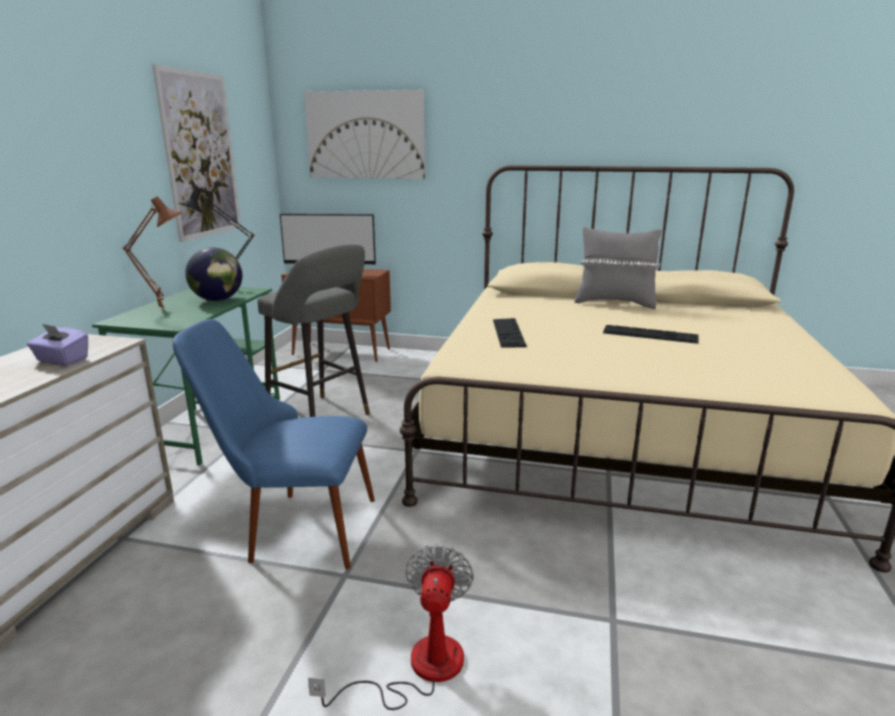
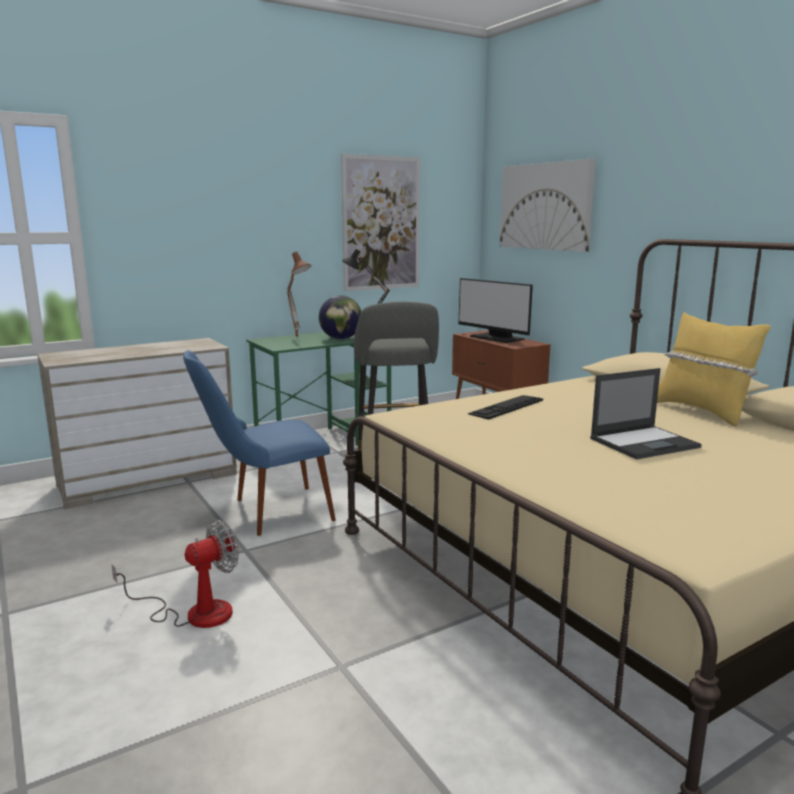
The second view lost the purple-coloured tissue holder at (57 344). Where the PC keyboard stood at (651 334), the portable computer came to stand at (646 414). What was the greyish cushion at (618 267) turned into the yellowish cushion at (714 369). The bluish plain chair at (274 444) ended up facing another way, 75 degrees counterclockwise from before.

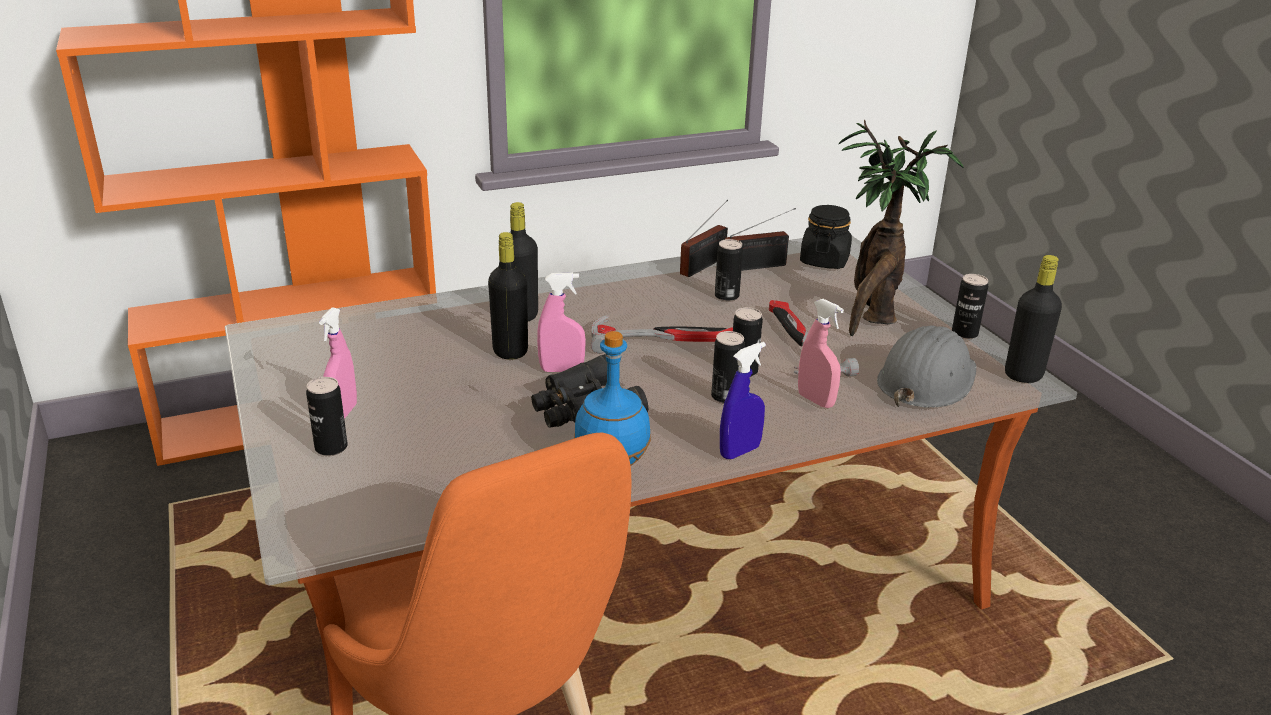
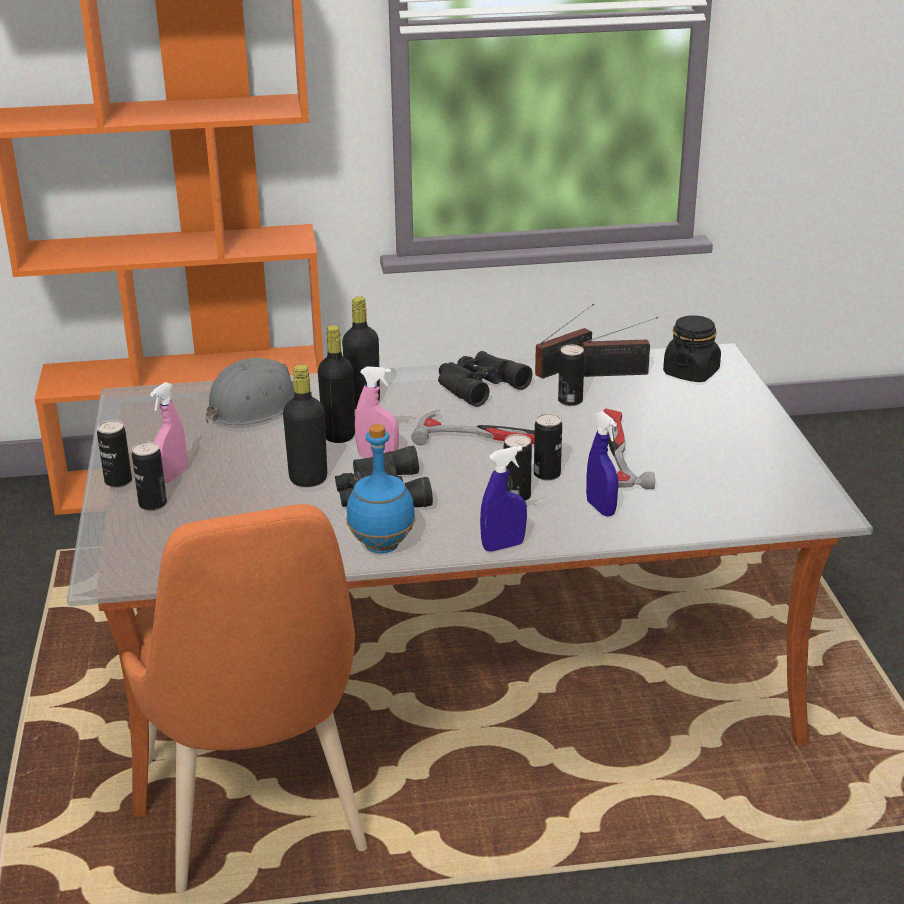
The second view lost the potted plant at (901 227). The second view gained the black field glasses at (485 379). The greyish work helmet ended up elsewhere, having gone from (926 366) to (259 391). The can ended up elsewhere, having gone from (970 306) to (114 453). The black bottle ended up elsewhere, having gone from (1033 319) to (305 426). What was the pink-coloured hand sprayer at (821 353) turned into the bluish hand sprayer at (602 464).

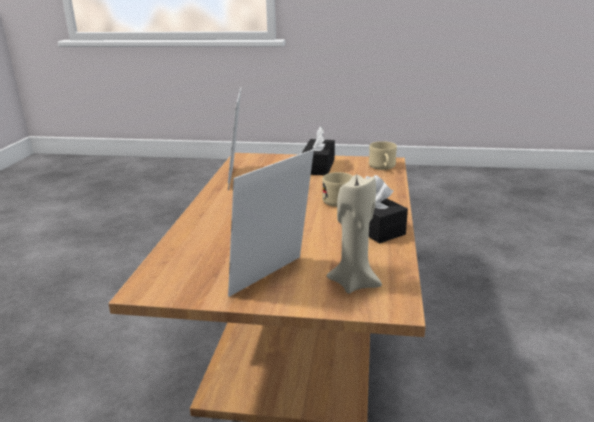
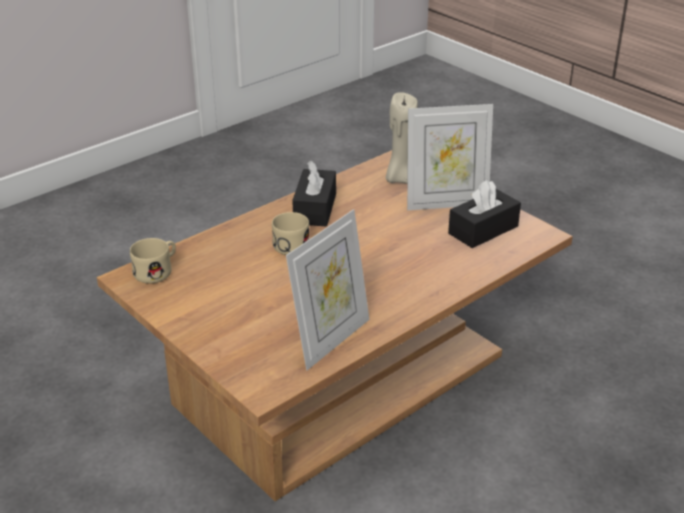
The black tissue holder ended up elsewhere, having gone from (318 150) to (484 214).

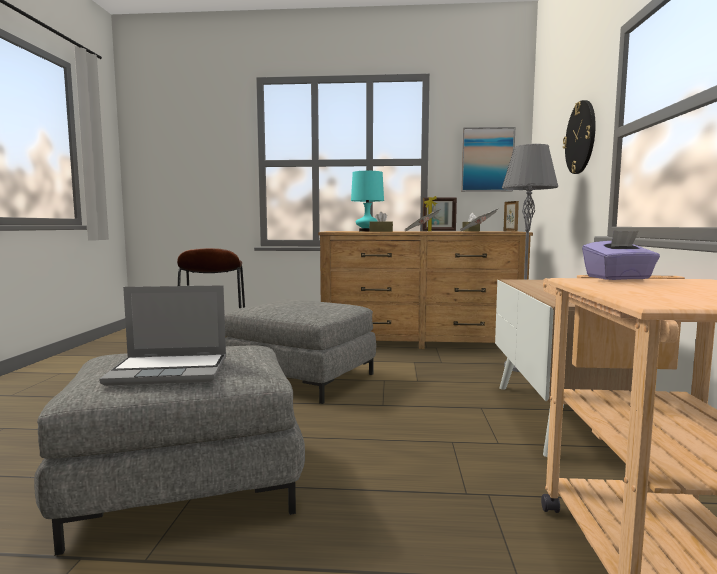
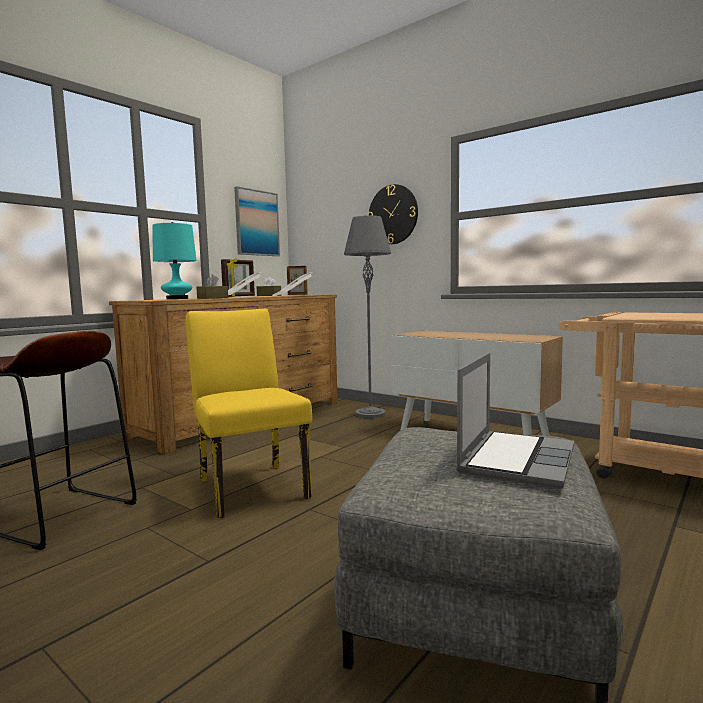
The second view lost the purple-coloured tissue holder at (621 255). Where the greyish ottoman stood at (300 351), the yellowish plain chair came to stand at (248 414).

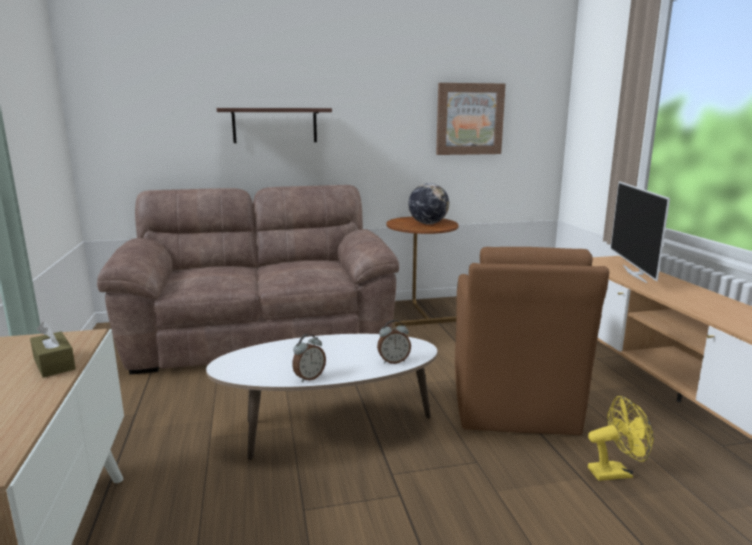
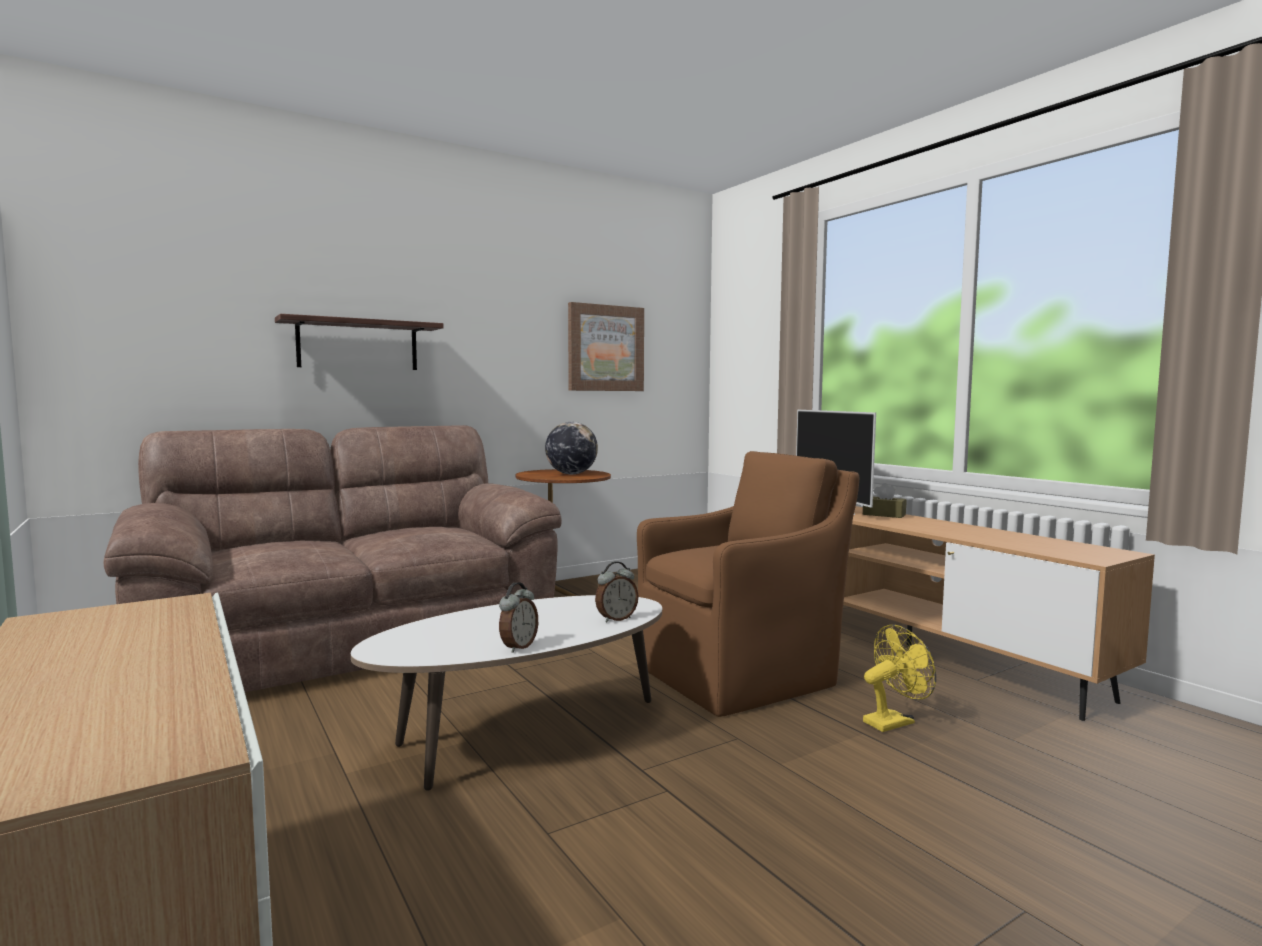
The brown tissue holder ended up elsewhere, having gone from (53 350) to (884 500). The brown lounge chair at (532 341) ended up facing another way, 105 degrees counterclockwise from before.

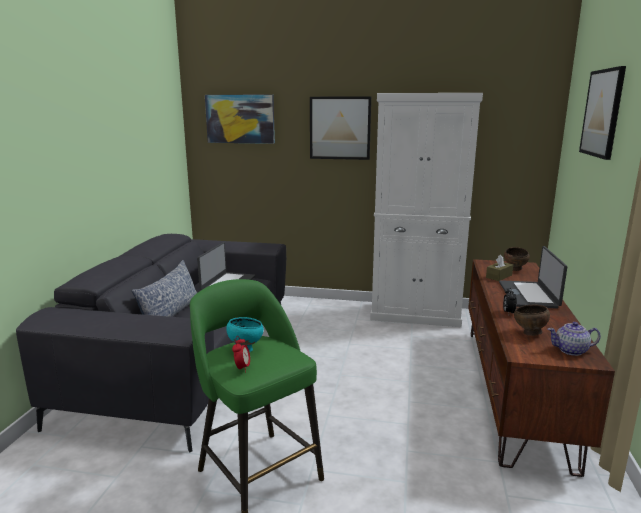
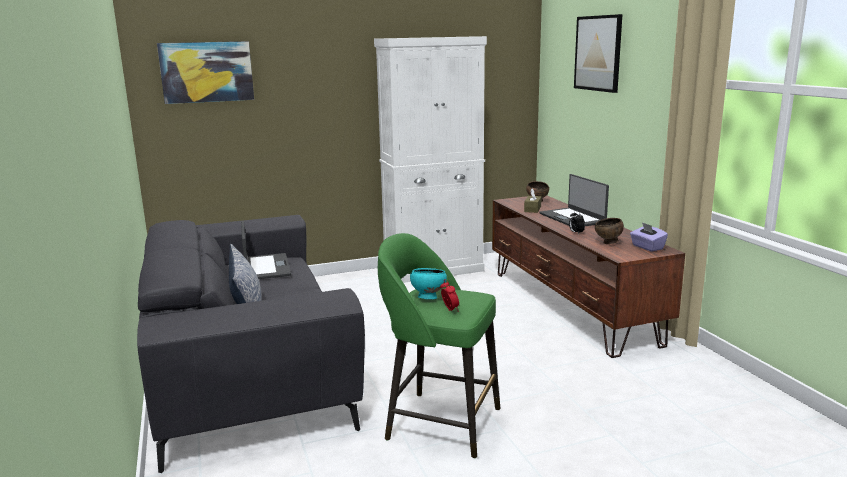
The second view lost the picture at (340 128). Where the tea pot stood at (574 339), the purple-coloured tissue holder came to stand at (649 237).

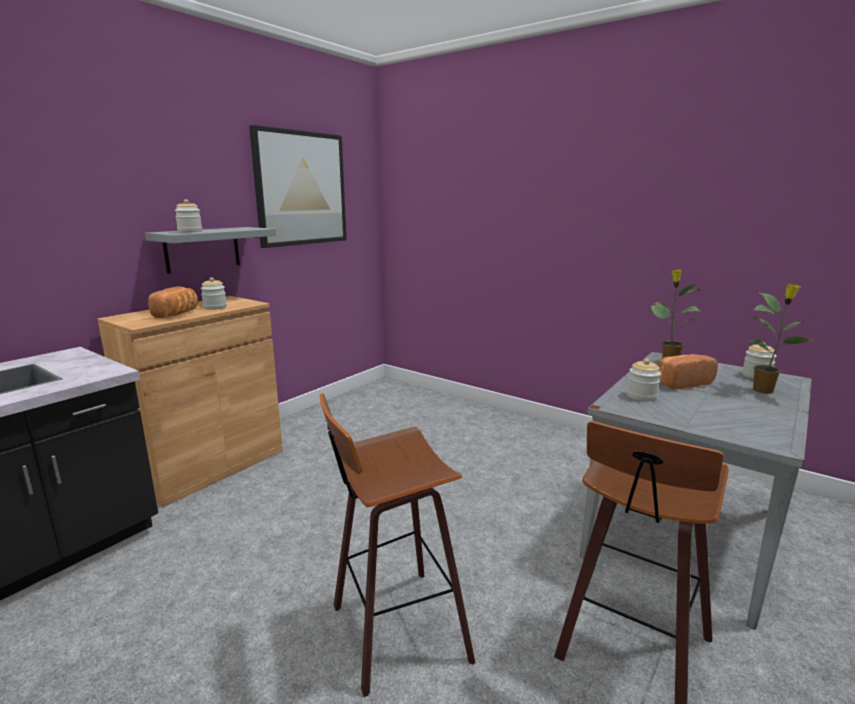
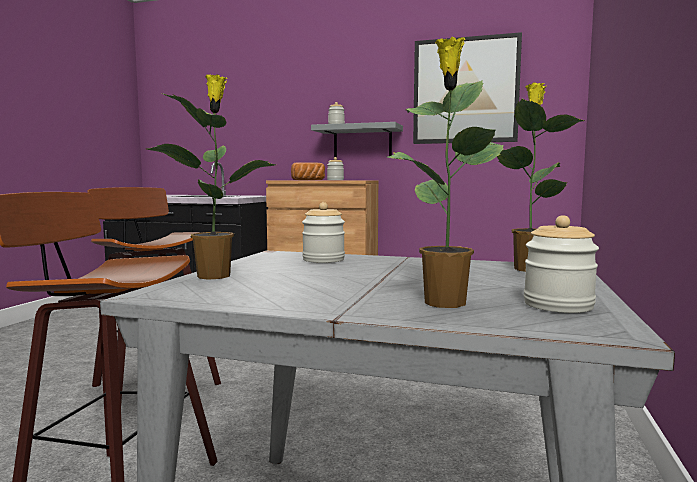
The second view lost the baked bread at (687 371). The second view gained the potted plant at (211 177).

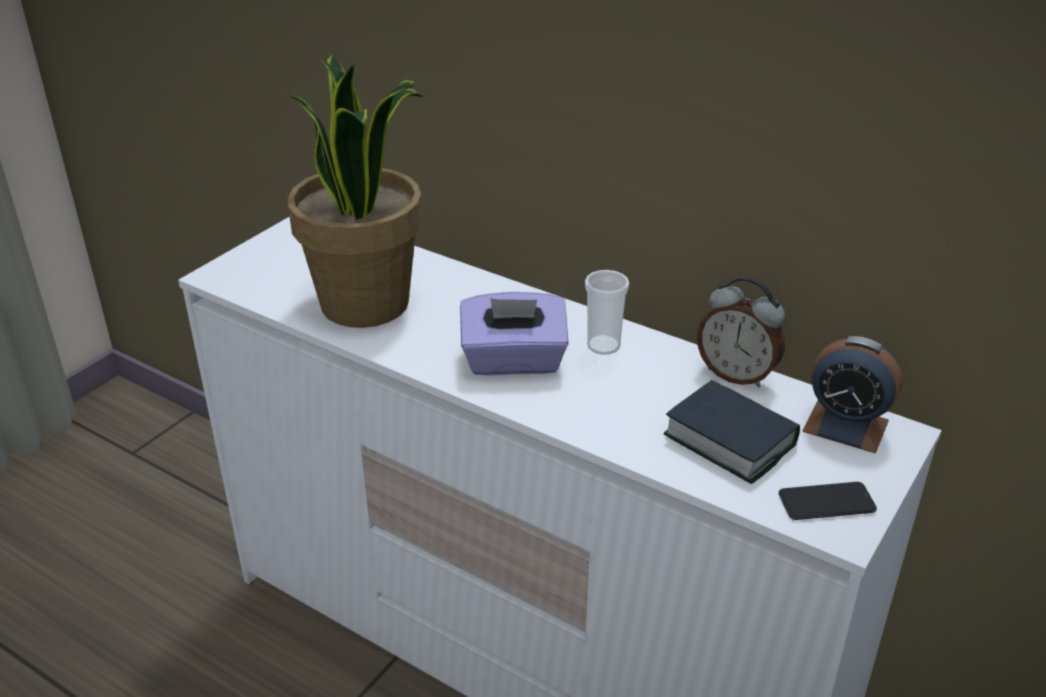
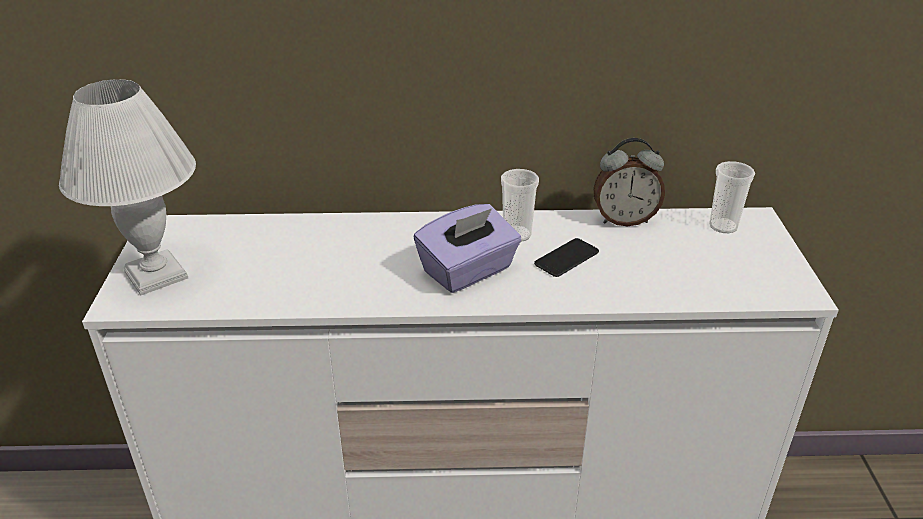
The second view lost the potted plant at (355 191). The second view lost the volume at (732 432). The second view gained the white-coloured table lamp at (127 187). The phone ended up elsewhere, having gone from (828 501) to (566 257). Where the table clock stood at (852 395), the drinking cup came to stand at (732 197).

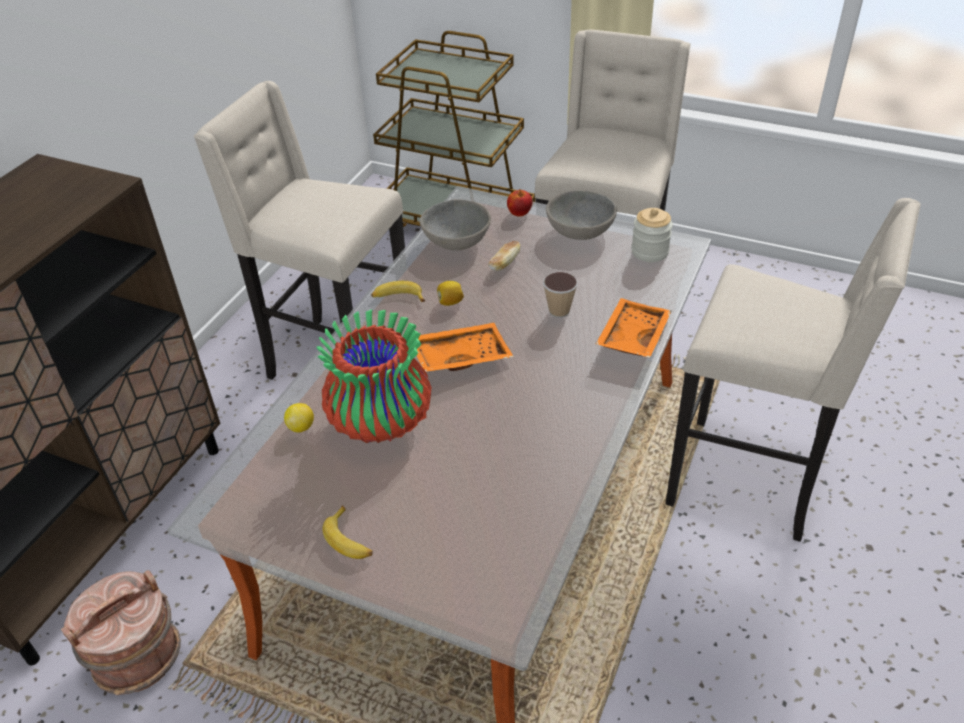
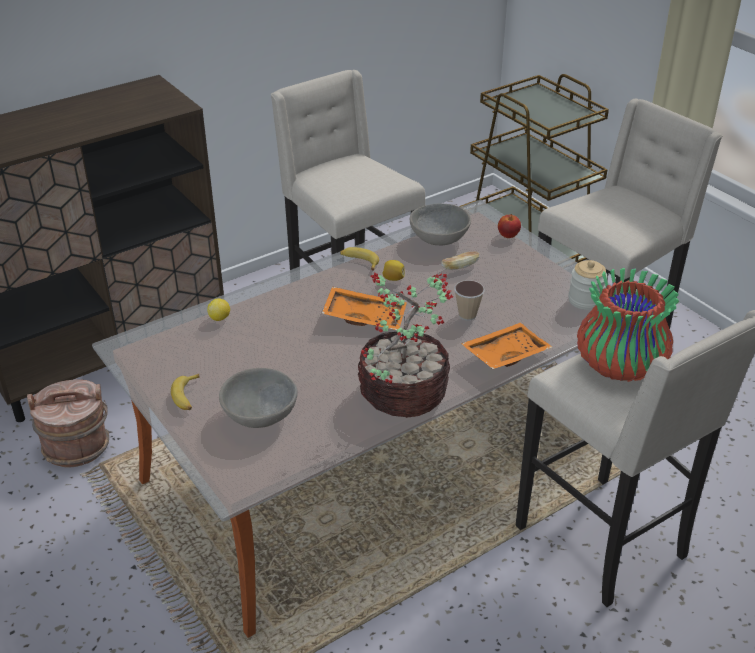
The second view gained the potted plant at (405 345). The flower vase ended up elsewhere, having gone from (374 376) to (628 325). The greyish bowl ended up elsewhere, having gone from (581 215) to (258 398).

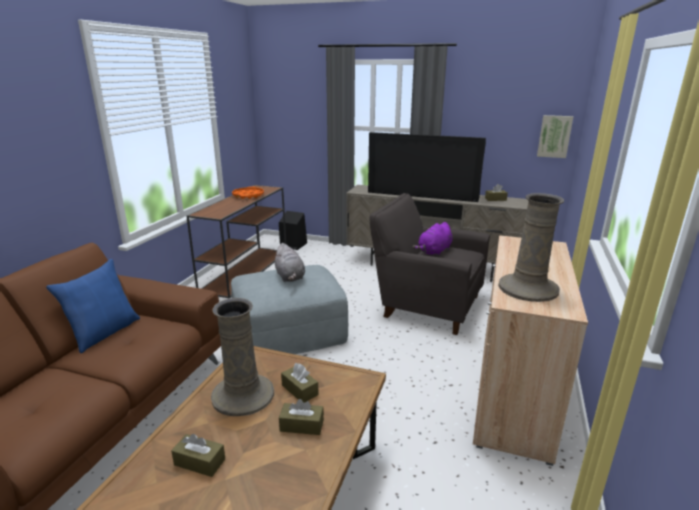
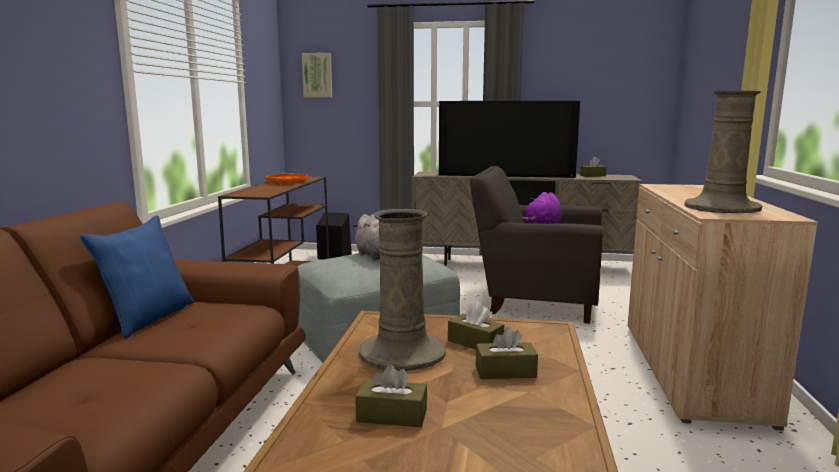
The picture ended up elsewhere, having gone from (555 136) to (317 75).

